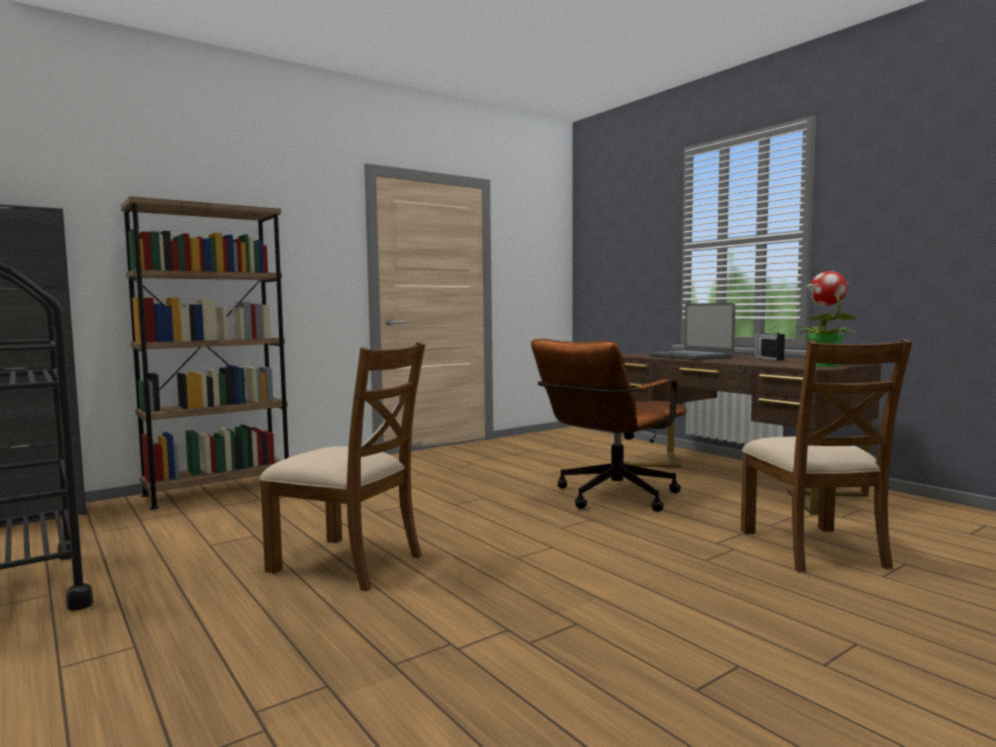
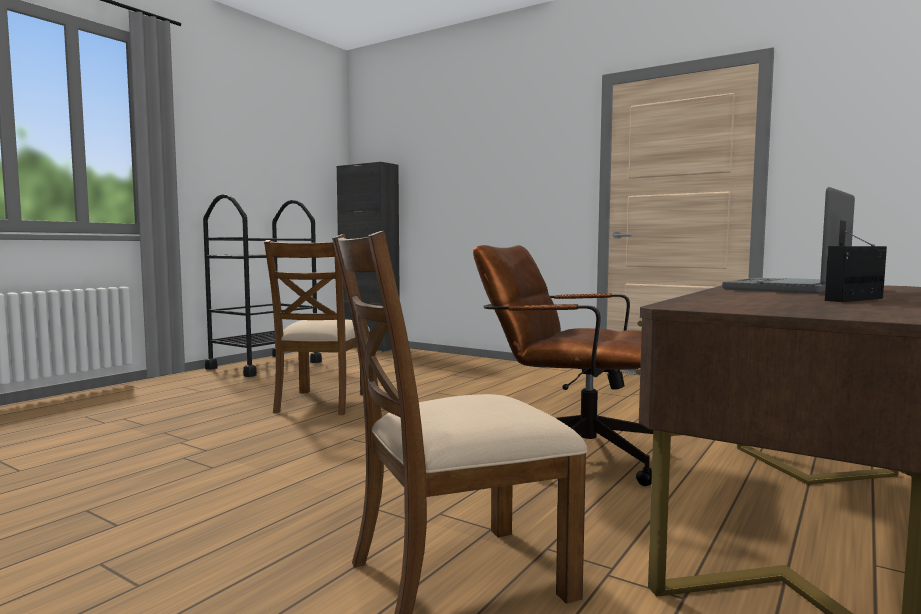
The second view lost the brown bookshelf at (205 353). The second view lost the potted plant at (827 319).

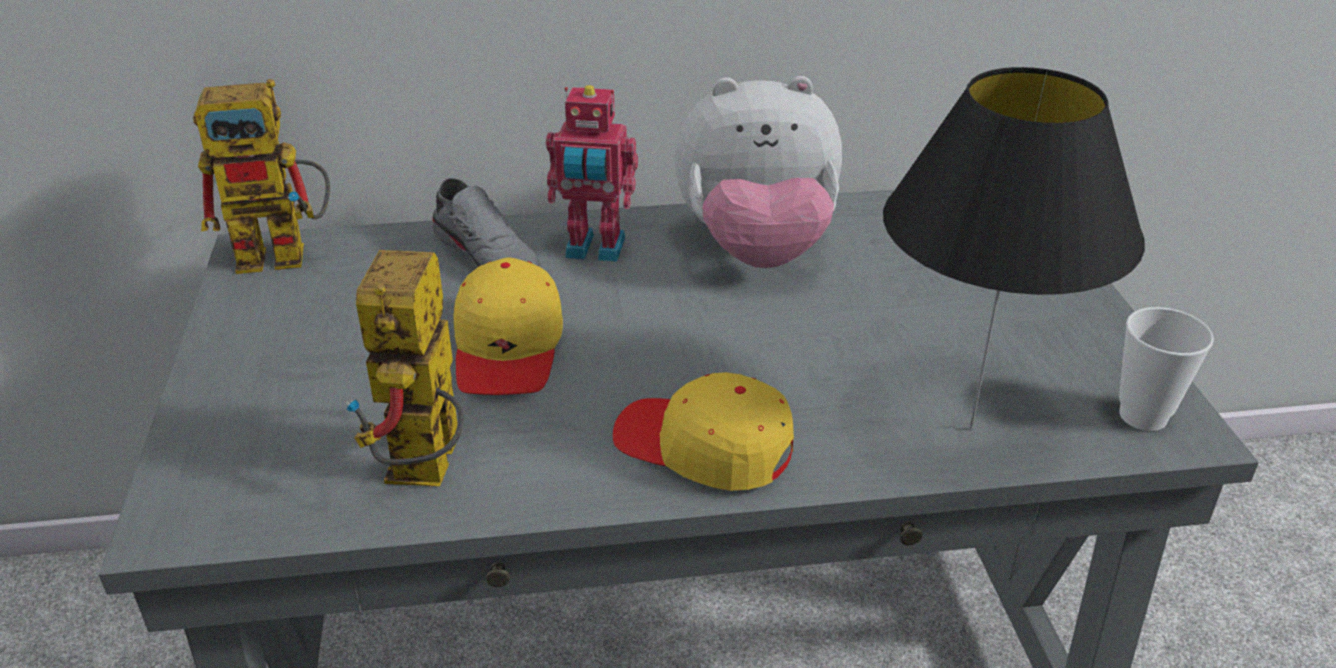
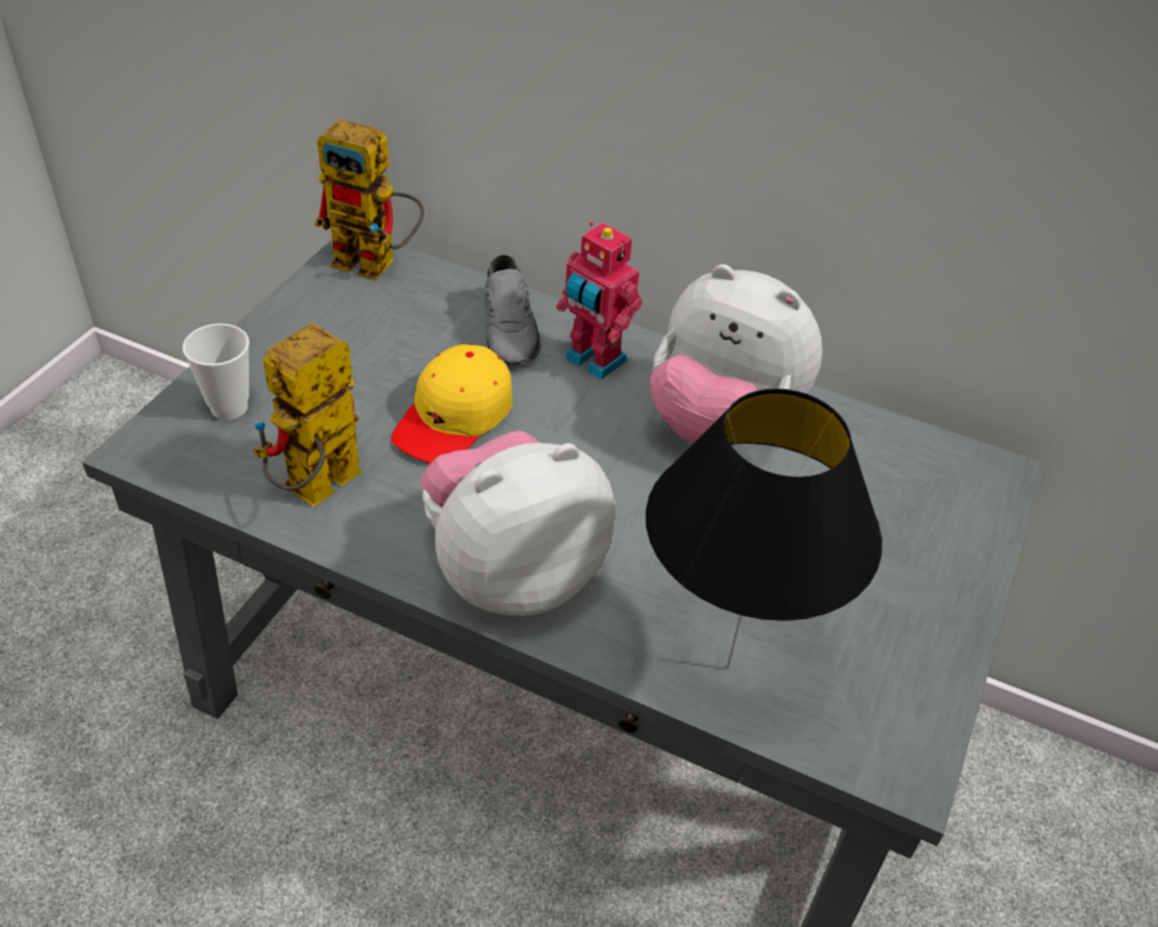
The drinking cup ended up elsewhere, having gone from (1166 369) to (216 372). Where the yellowish peaked cap stood at (703 431), the soft toy came to stand at (518 523).

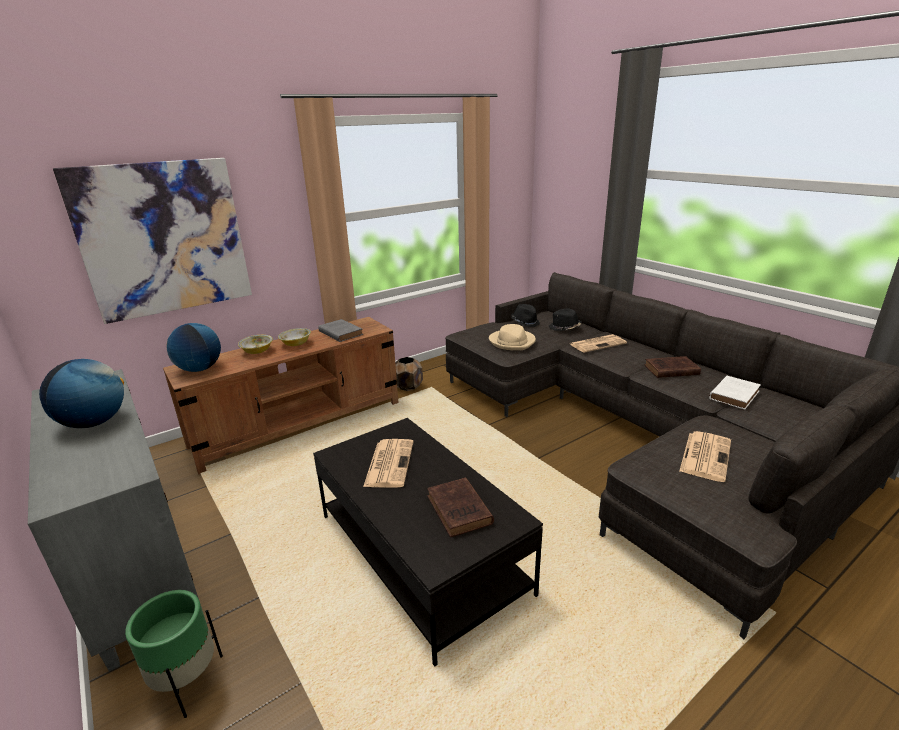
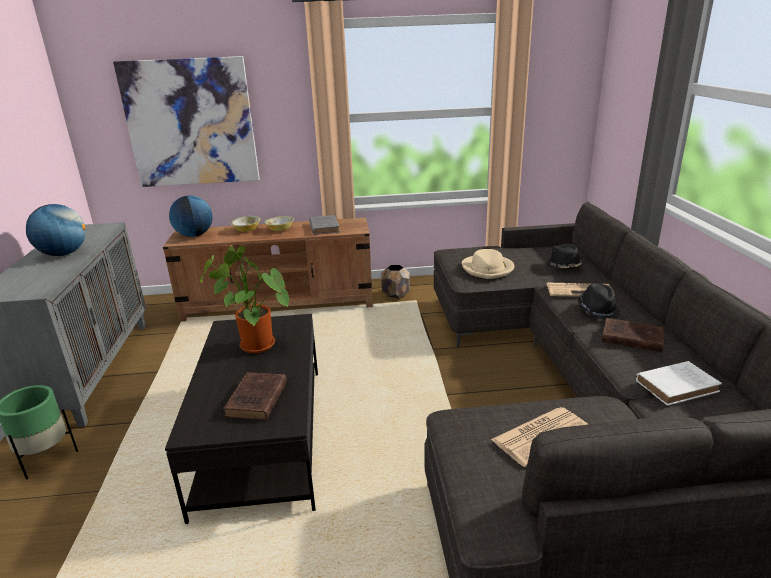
The black hat ended up elsewhere, having gone from (525 315) to (599 301). Where the daily paper stood at (388 463), the potted plant came to stand at (244 299).

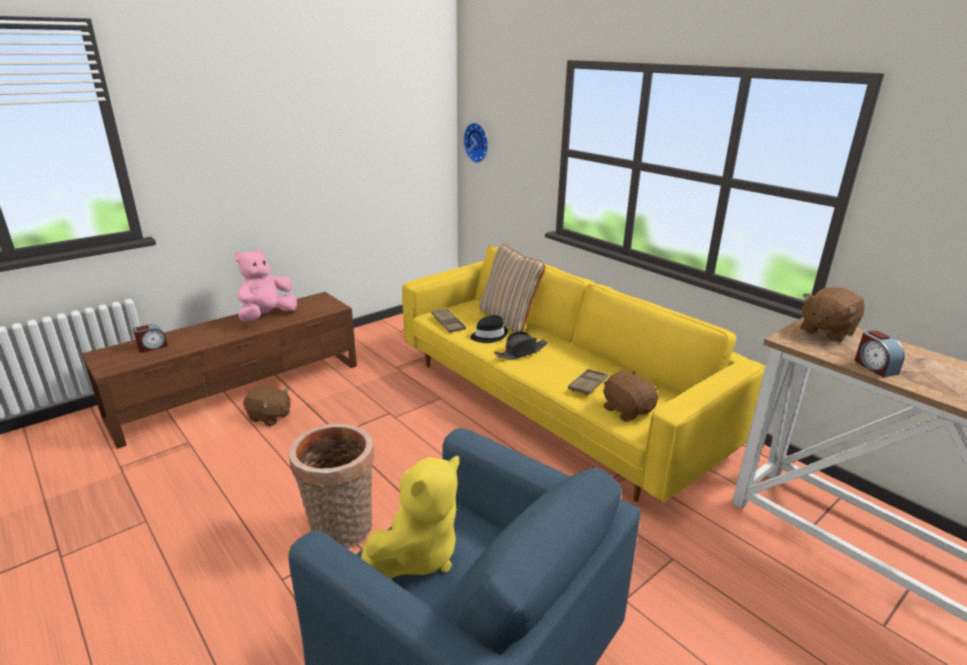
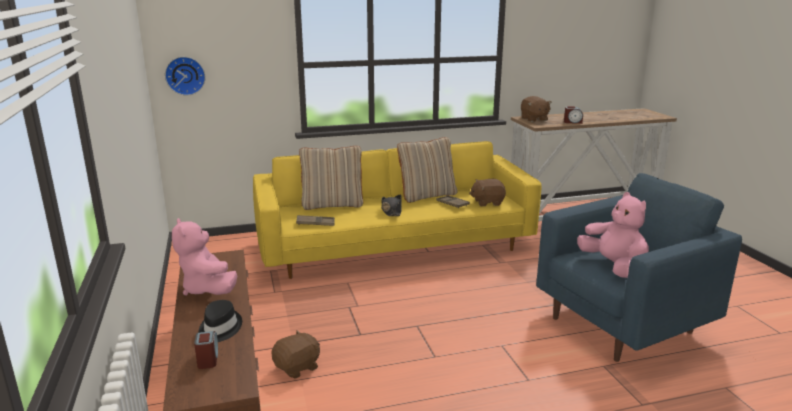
The second view lost the household basket at (331 486). The second view gained the beige cushion at (427 170). The black hat ended up elsewhere, having gone from (489 329) to (220 321). What was the yellowish soft toy at (410 517) turned into the pink-coloured soft toy at (613 235).

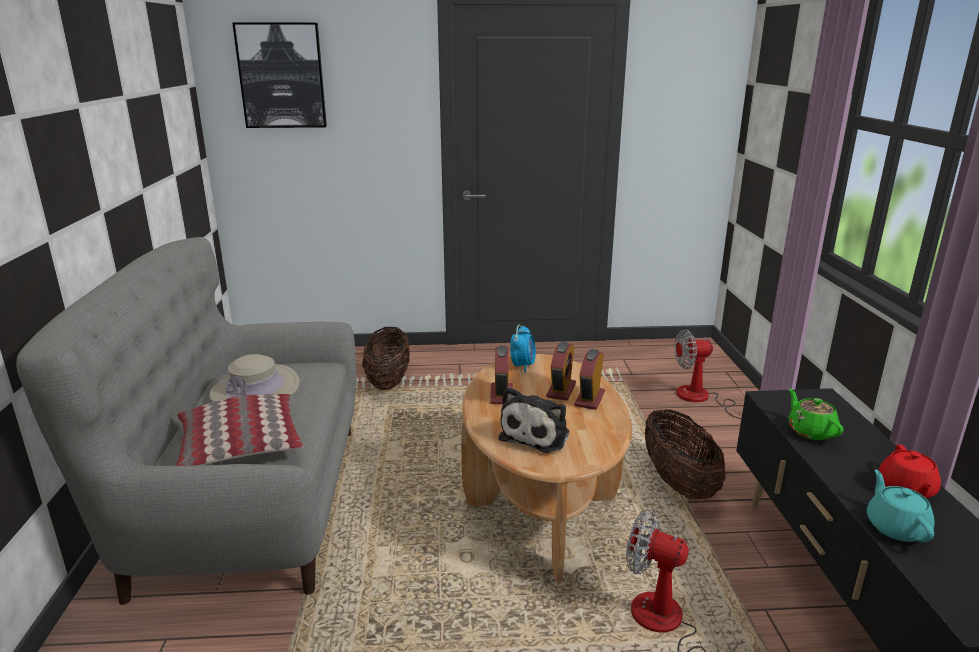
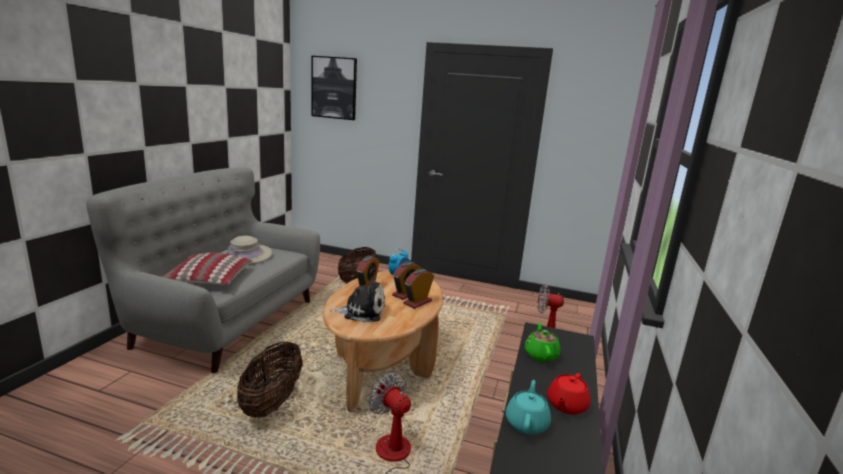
The household basket ended up elsewhere, having gone from (685 454) to (270 380). The soft toy at (533 420) ended up facing another way, 135 degrees counterclockwise from before.

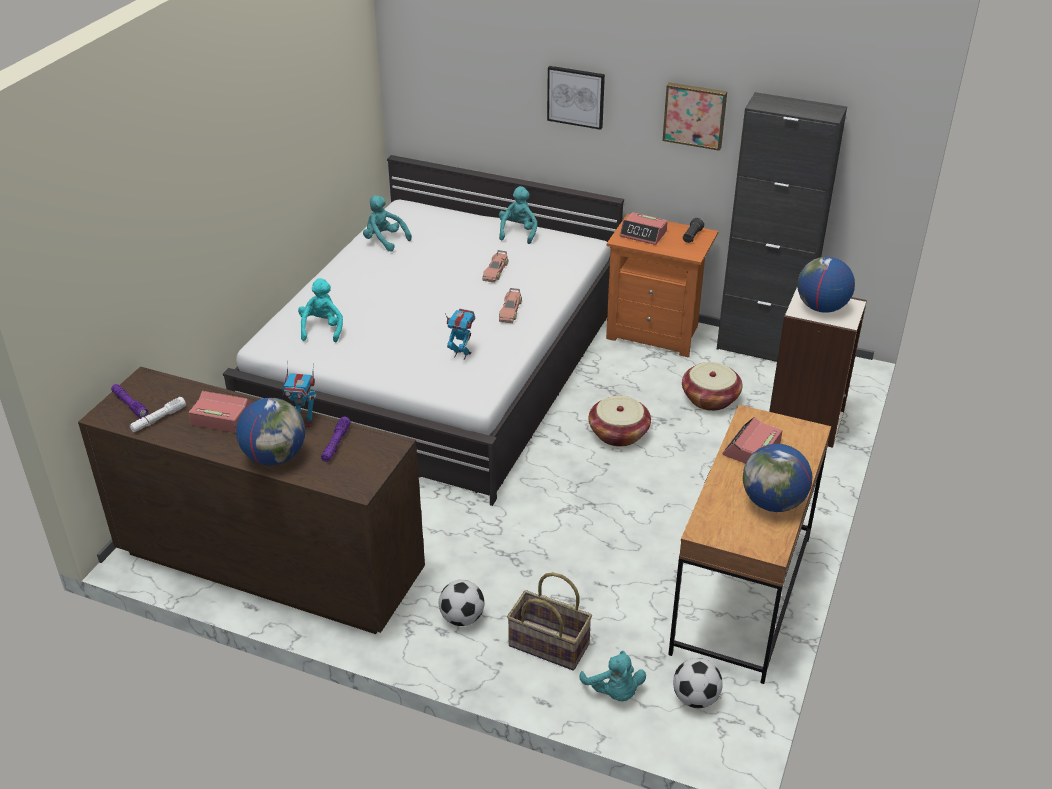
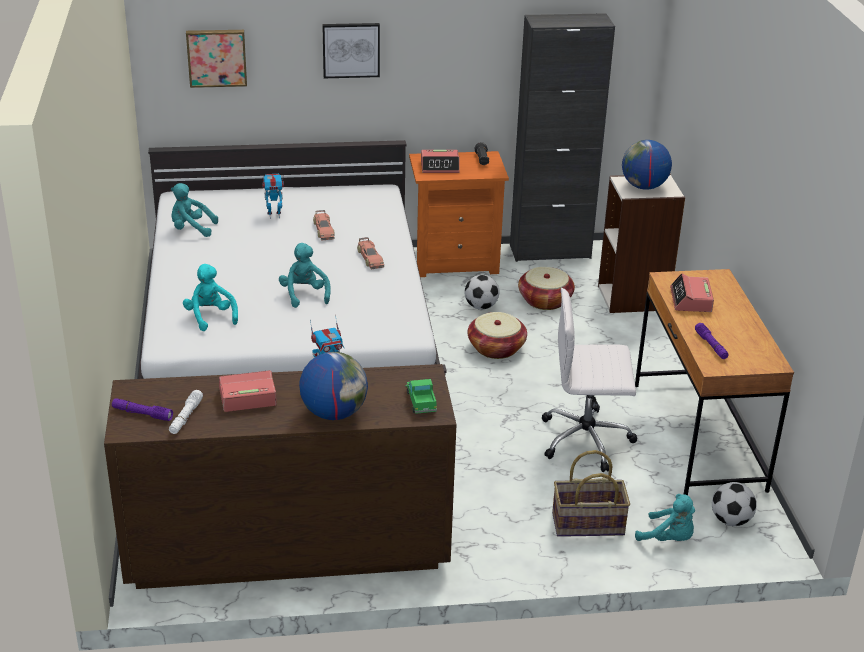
The second view lost the desk globe at (777 478). The second view gained the toy truck at (421 396). The second view gained the white-coloured computer chair at (589 380). The purple-coloured torch ended up elsewhere, having gone from (336 439) to (712 341). The ball for football ended up elsewhere, having gone from (462 603) to (482 292). The robot figure ended up elsewhere, having gone from (460 334) to (273 196). The turquoise soft toy ended up elsewhere, having gone from (518 215) to (305 275). The picture ended up elsewhere, having gone from (695 116) to (216 59).

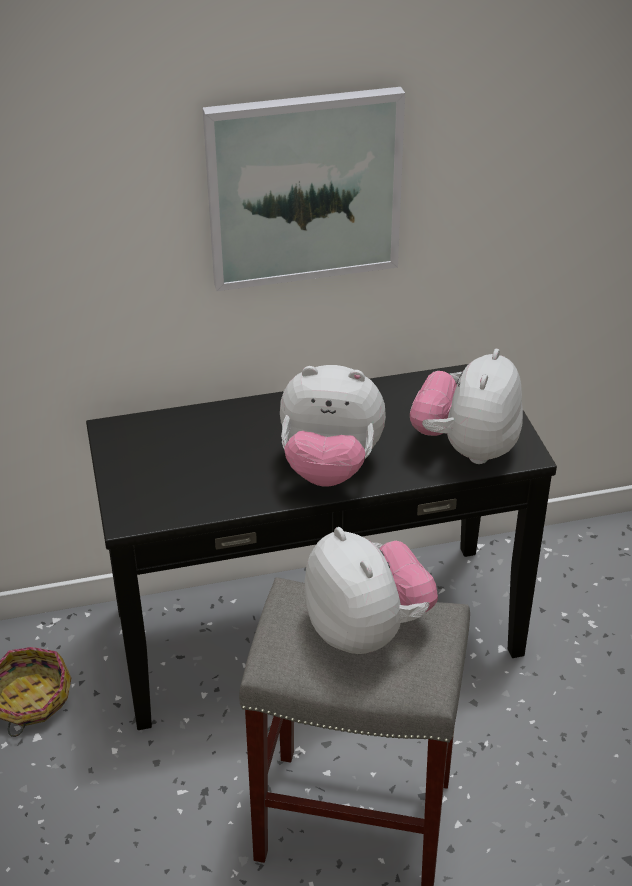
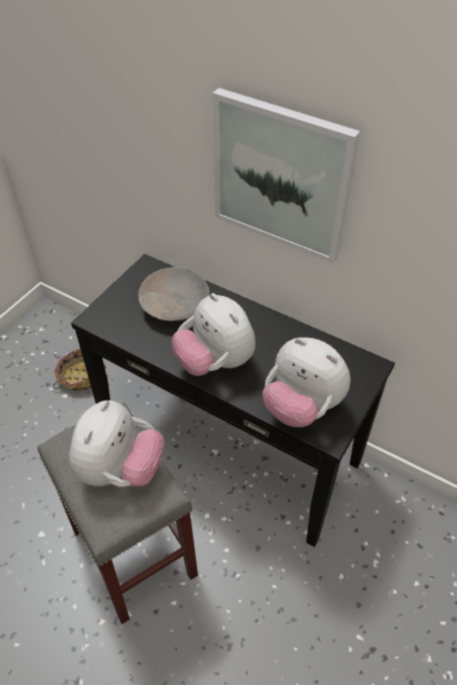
The second view gained the beige bowl at (173 294). The soft toy at (466 406) ended up facing another way, 120 degrees counterclockwise from before.

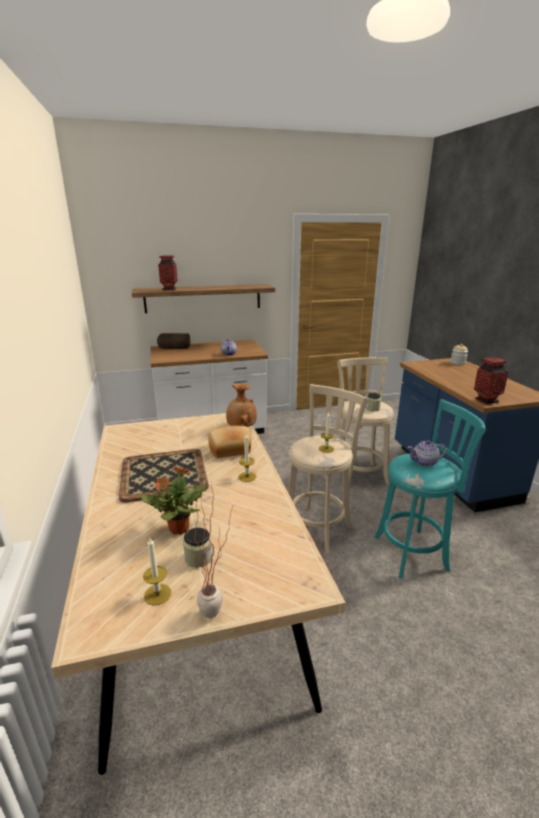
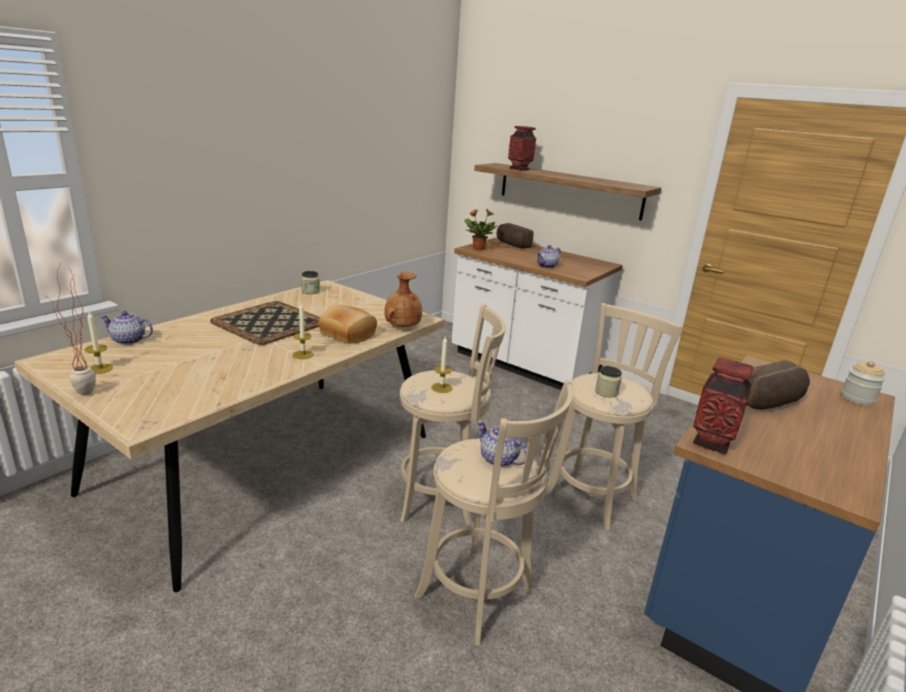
The second view gained the tea pot at (126 328). The second view gained the baked bread at (778 385). The potted plant ended up elsewhere, having gone from (173 499) to (481 229). The storage jar ended up elsewhere, having gone from (197 548) to (310 282). What was the turquoise stool seat at (430 489) turned into the beige stool seat at (494 513).

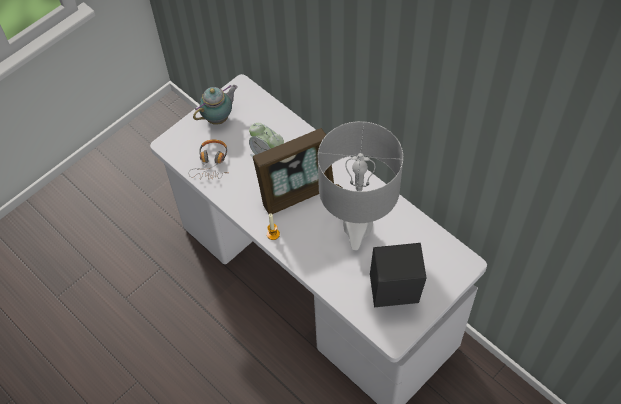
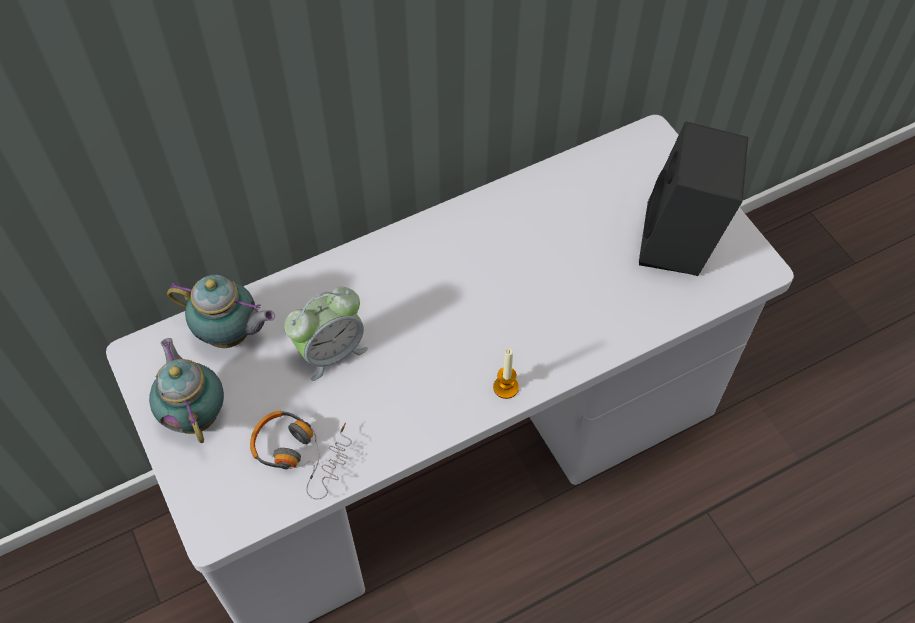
The second view lost the picture frame at (293 171). The second view lost the greyish table lamp at (360 186). The second view gained the tea pot at (221 311).

